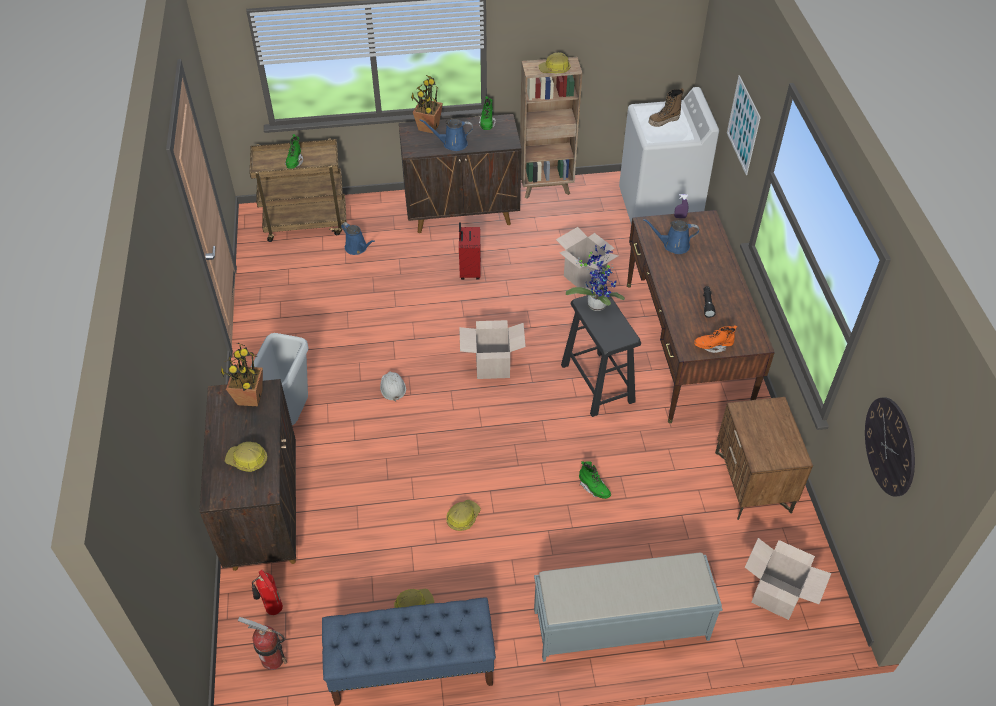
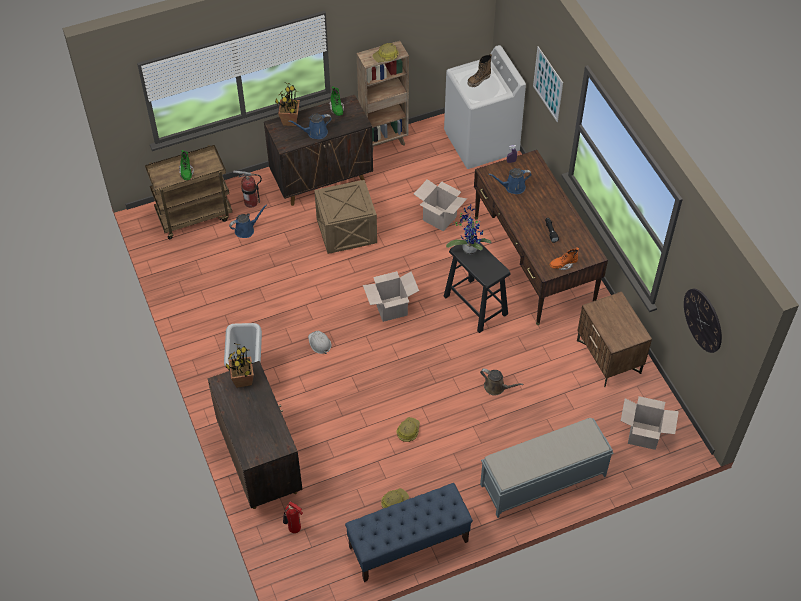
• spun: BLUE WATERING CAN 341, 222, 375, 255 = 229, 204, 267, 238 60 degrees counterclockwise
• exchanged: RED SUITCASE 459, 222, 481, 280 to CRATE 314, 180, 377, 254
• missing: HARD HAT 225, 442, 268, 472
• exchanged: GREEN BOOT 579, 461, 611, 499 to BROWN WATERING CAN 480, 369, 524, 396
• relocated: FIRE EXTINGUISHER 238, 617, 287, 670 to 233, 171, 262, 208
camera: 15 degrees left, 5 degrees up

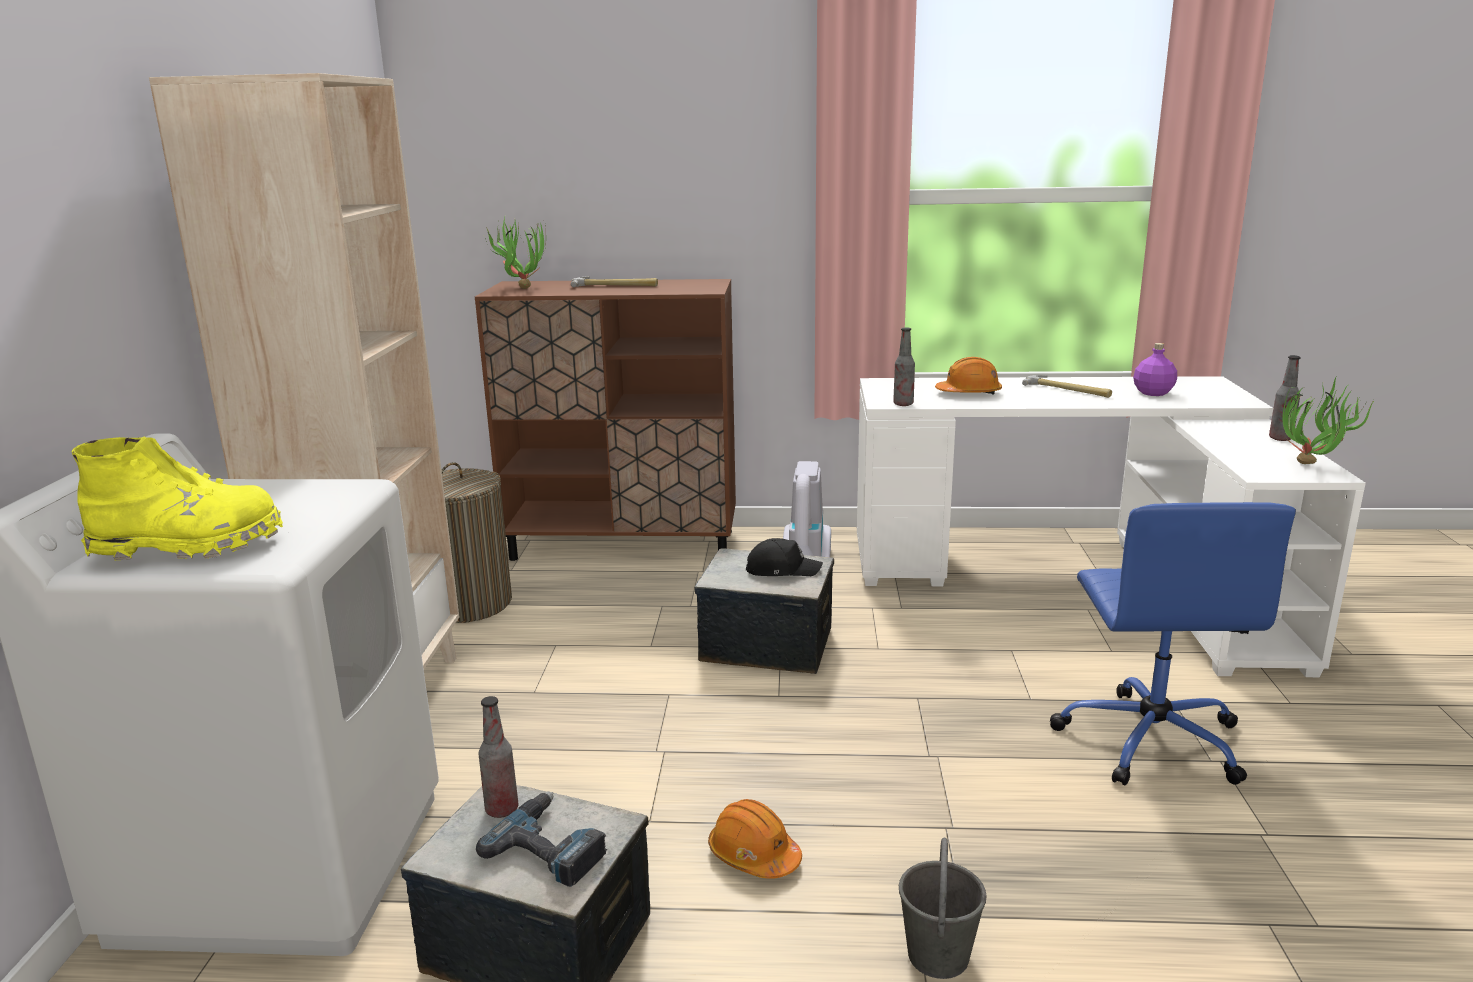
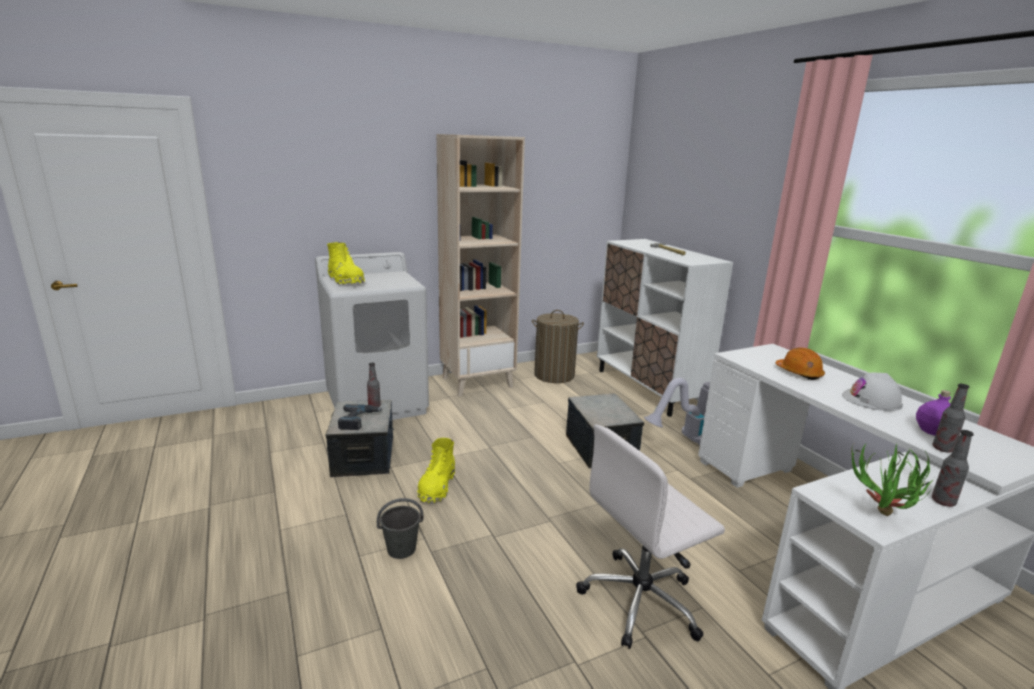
• missing: POTTED PLANT 485, 218, 546, 289
• colour: BROWN CABINET 475, 279, 736, 561 to WHITE CABINET 597, 239, 733, 417
• relocated: BOTTLE 893, 327, 915, 406 to 932, 384, 969, 453
• exchanged: HAMMER 1022, 375, 1112, 398 to WHITE HARD HAT 842, 372, 903, 411
• colour: BLUE OFFICE CHAIR 1050, 502, 1296, 785 to WHITE OFFICE CHAIR 576, 425, 725, 649
• missing: BLACK CAP 746, 538, 823, 576
• exchanged: ORANGE HARD HAT 708, 799, 802, 879 to YELLOW BOOT 417, 438, 455, 504
camera: 60 degrees right, 0 degrees up

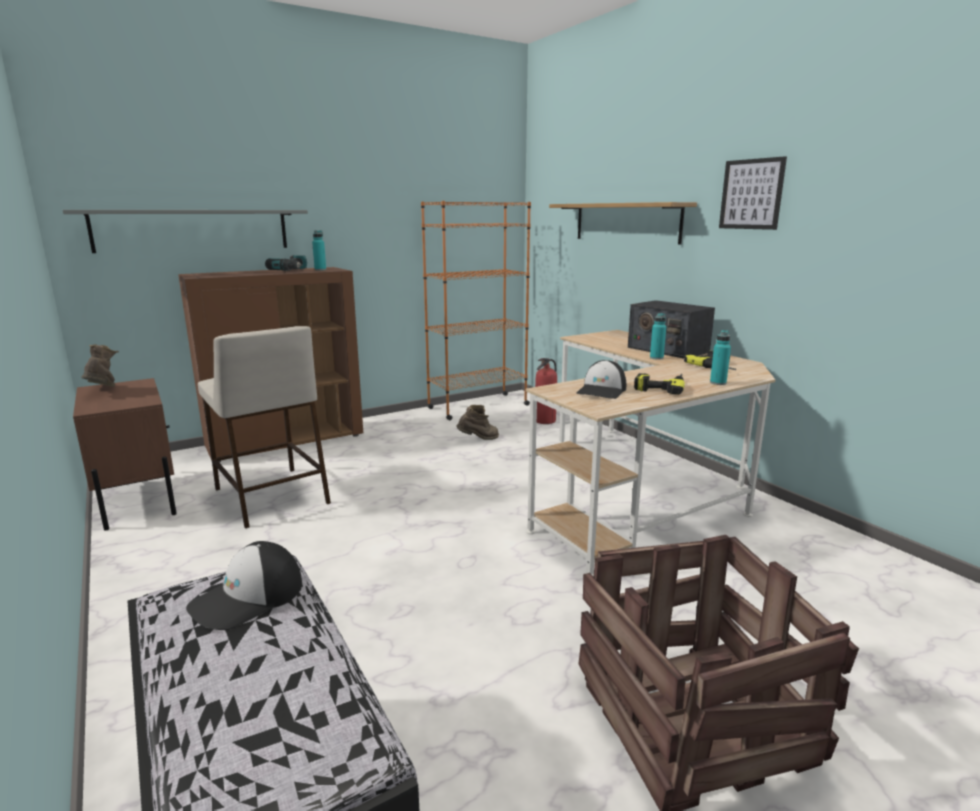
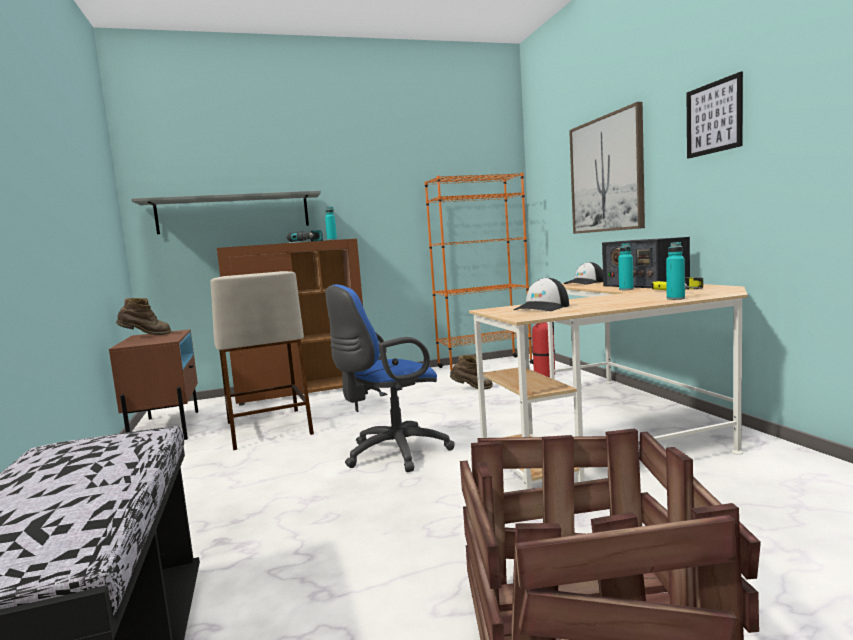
• exchanged: SHELF 549, 202, 697, 245 to PICTURE 569, 102, 645, 234
• spun: BROWN BOOT 81, 344, 119, 387 = 116, 298, 171, 335 60 degrees clockwise
• missing: POWER DRILL 634, 373, 685, 395
• relocated: CAP 186, 541, 302, 630 to 564, 262, 603, 285
• appeared: BLUE OFFICE CHAIR 325, 284, 455, 472
camera: 15 degrees right, 10 degrees down

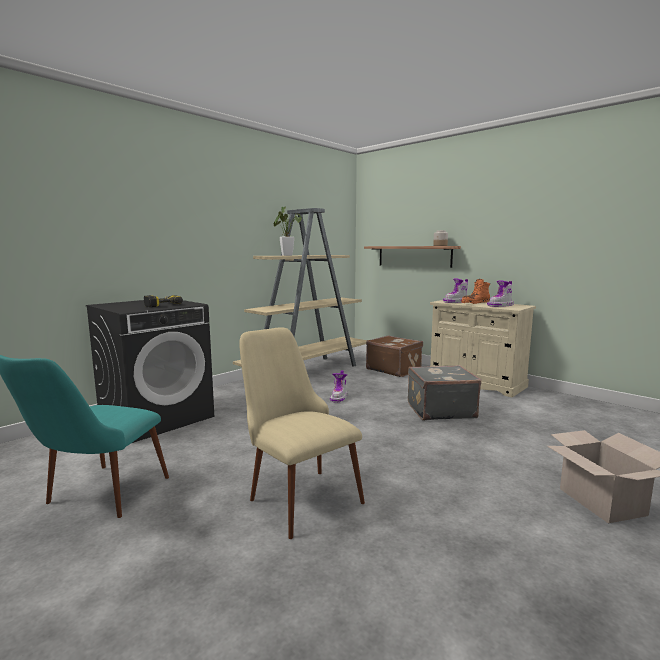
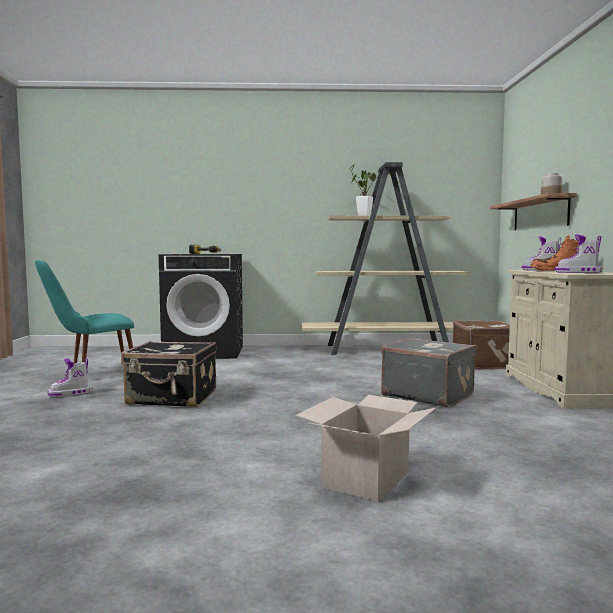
• exchanged: BEIGE CHAIR 239, 327, 365, 539 to BLACK SUITCASE 121, 341, 216, 407
• relocated: BOOT 330, 370, 348, 403 to 47, 358, 92, 398
camera: 45 degrees right, 5 degrees down

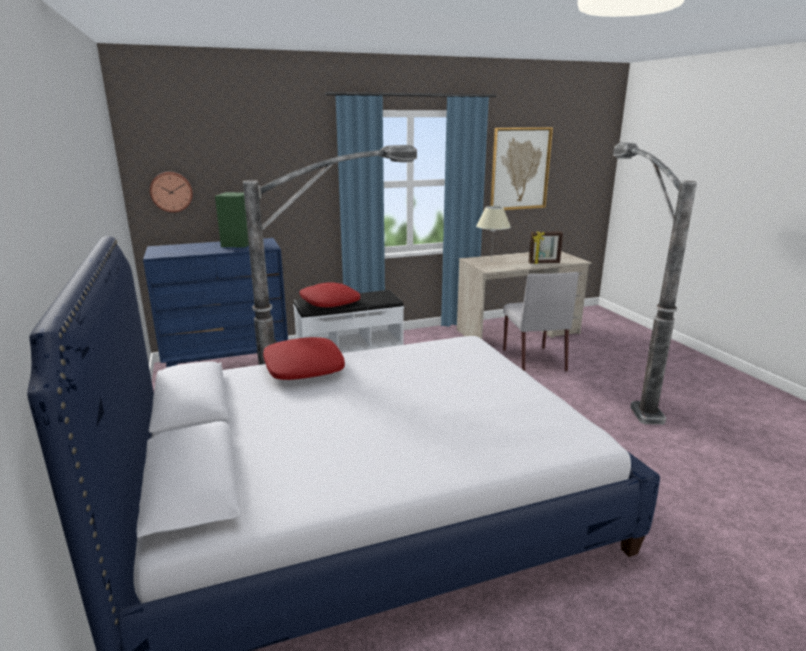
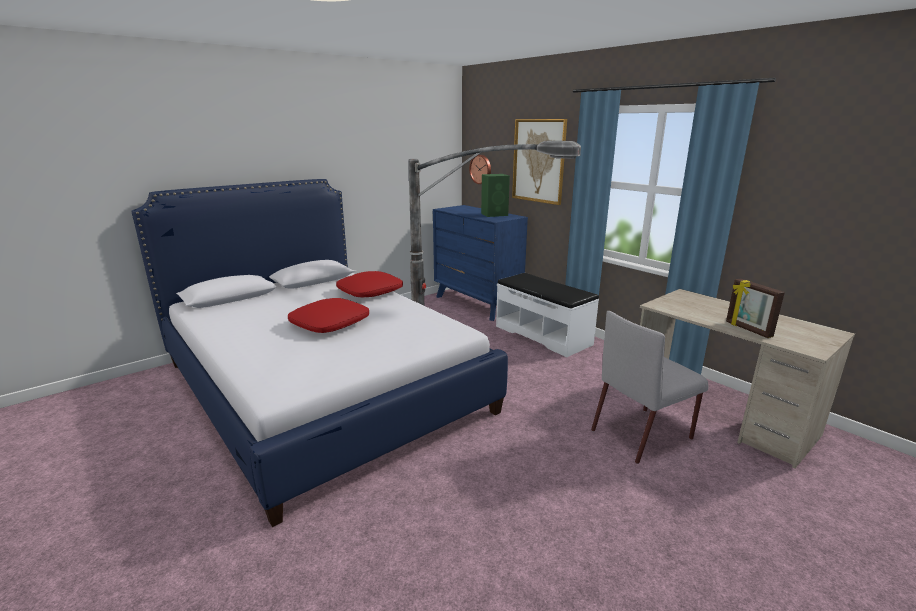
• relocated: PICTURE 490, 127, 553, 210 to 512, 119, 567, 205
• missing: FLOOR LAMP 613, 143, 697, 425
• missing: BEIGE TABLE LAMP 476, 206, 511, 261
• relocated: RED PILLOW 299, 282, 360, 308 to 288, 298, 369, 333
camera: 70 degrees right, 0 degrees up

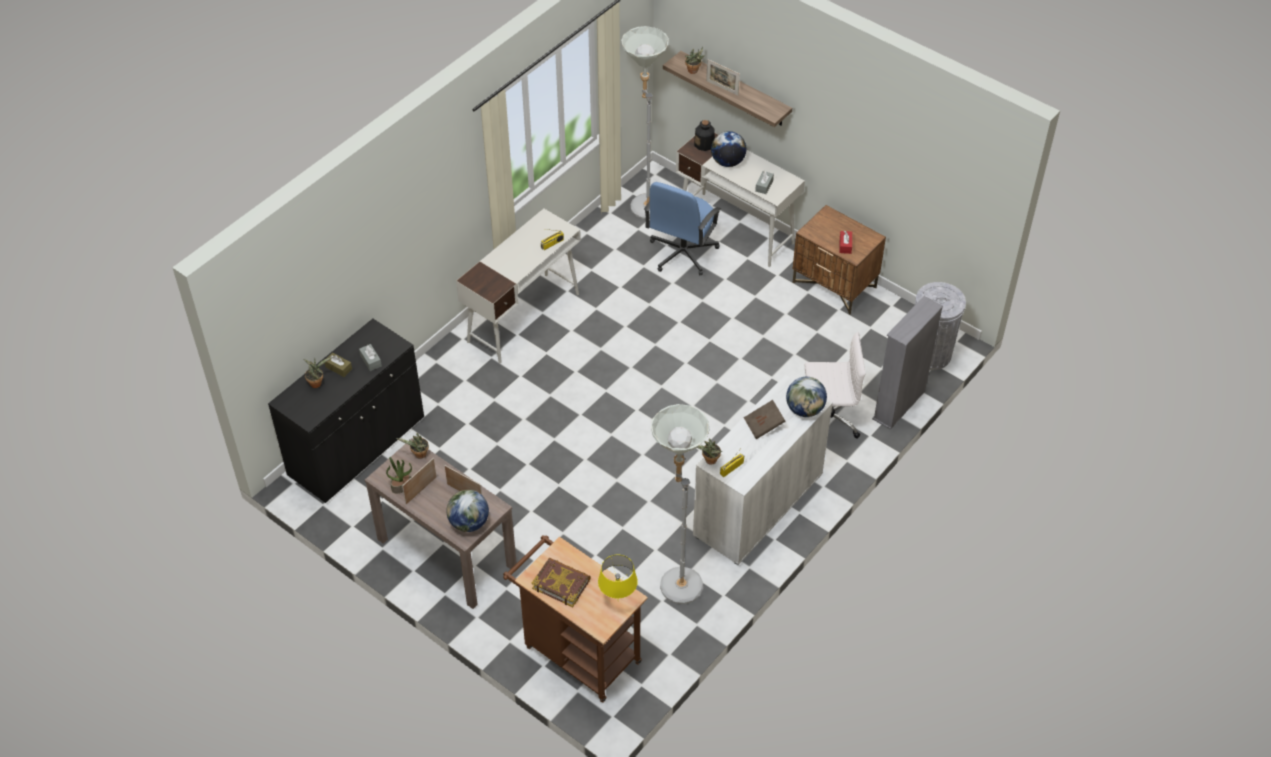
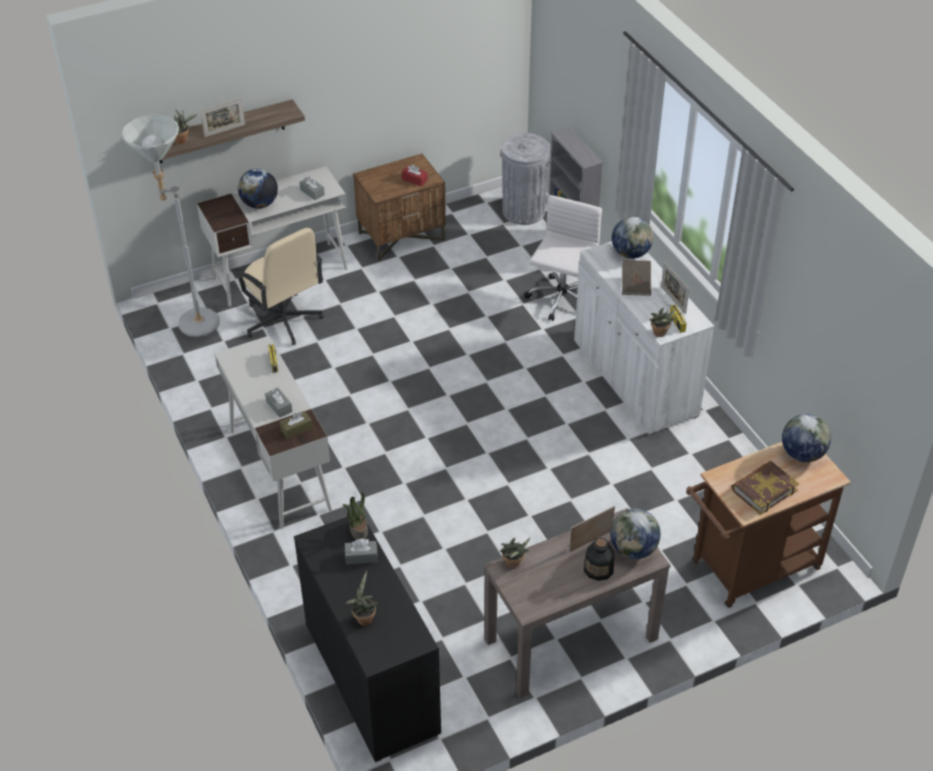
• relocated: BOTTLE 694, 120, 715, 151 to 584, 538, 614, 581
• colour: BLUE OFFICE CHAIR 644, 182, 721, 275 to BEIGE OFFICE CHAIR 235, 228, 324, 345
• relocated: BROWN TISSUE BOX 325, 352, 352, 377 to 280, 411, 313, 439
• missing: GREY FLOOR LAMP 651, 404, 710, 604
• relocated: POTTED PLANT 386, 457, 412, 494 to 343, 492, 368, 540
• relocated: PICTURE FRAME 402, 458, 437, 505 to 661, 262, 690, 314
• exchanged: YELLOW TABLE LAMP 598, 555, 638, 598 to GLOBE 782, 414, 831, 462
• appeared: GREY TISSUE BOX 265, 388, 292, 418
camera: 65 degrees left, 5 degrees down

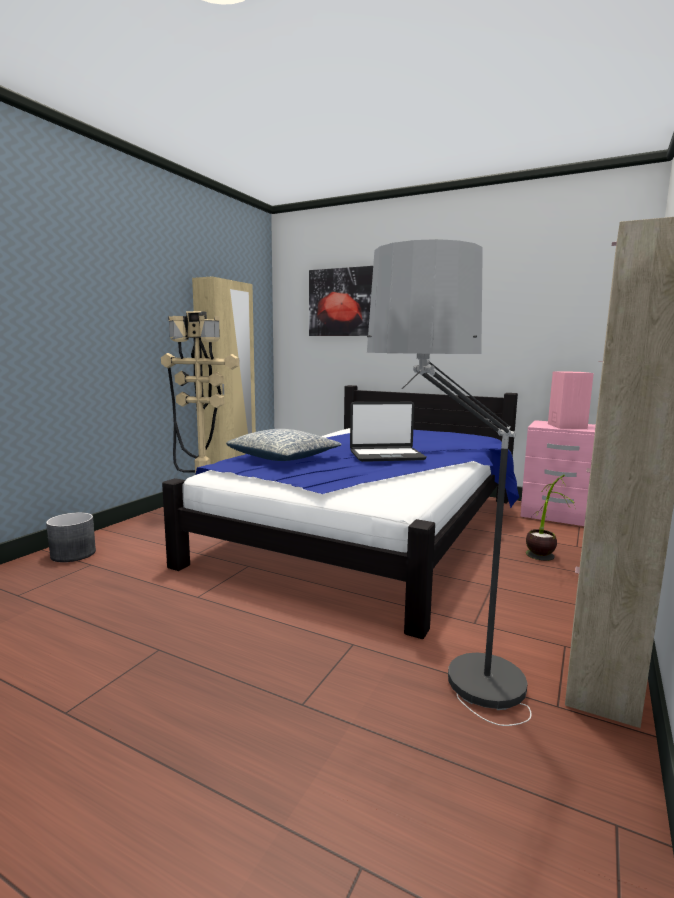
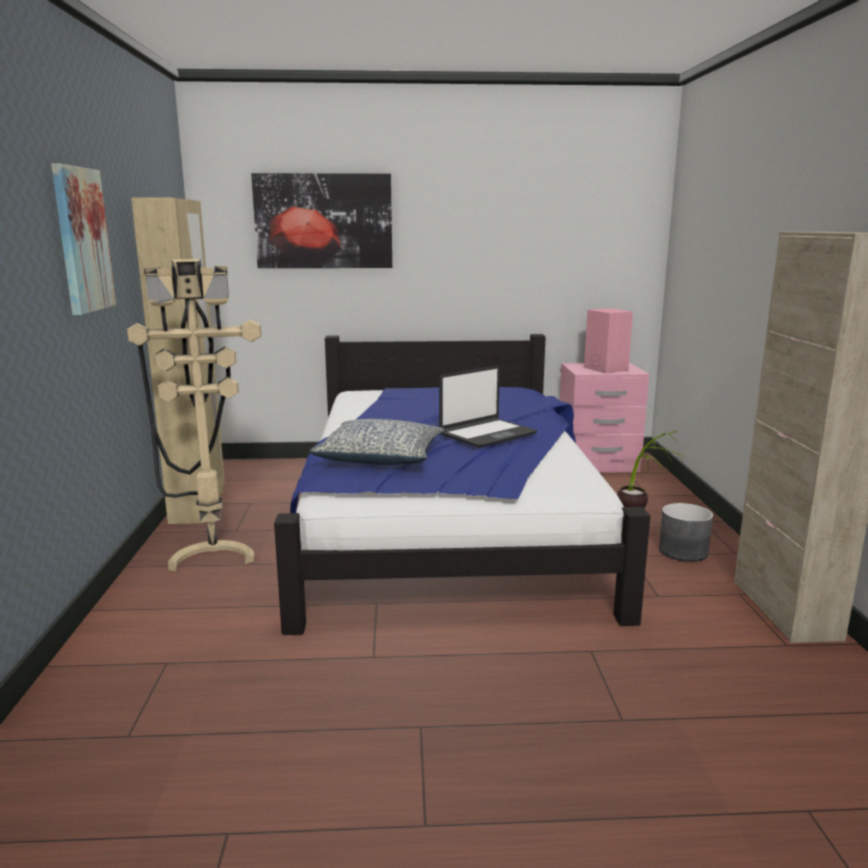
• missing: FLOOR LAMP 367, 239, 531, 726
• relocated: GREY PLANTER 46, 513, 96, 562 to 659, 503, 713, 562
• appeared: PICTURE 51, 163, 116, 315
camera: 30 degrees left, 5 degrees up

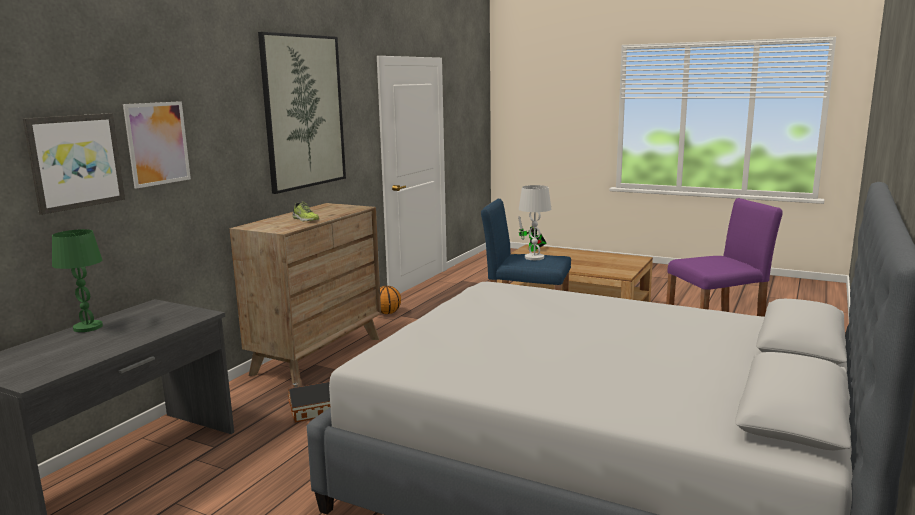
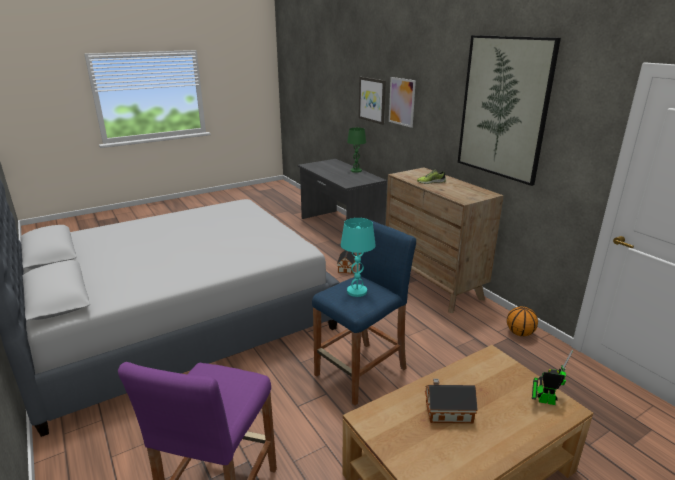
• colour: WHITE TABLE LAMP 519, 185, 551, 260 to TURQUOISE TABLE LAMP 341, 218, 376, 297
• appeared: TOY HOUSE 425, 379, 478, 423
camera: 120 degrees right, 10 degrees up

